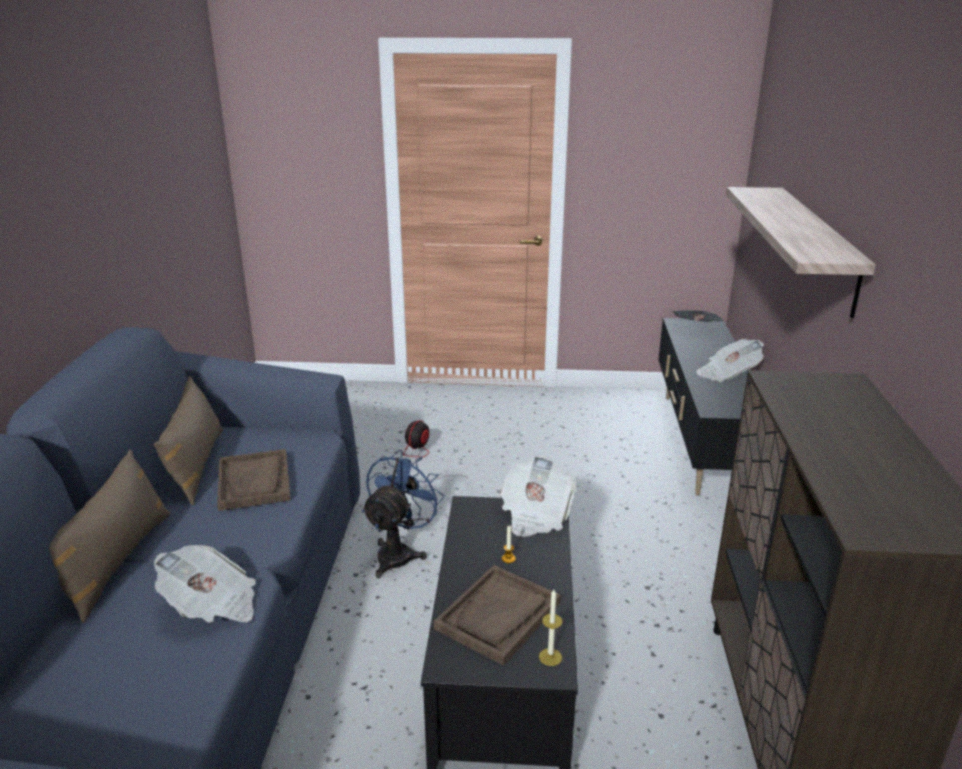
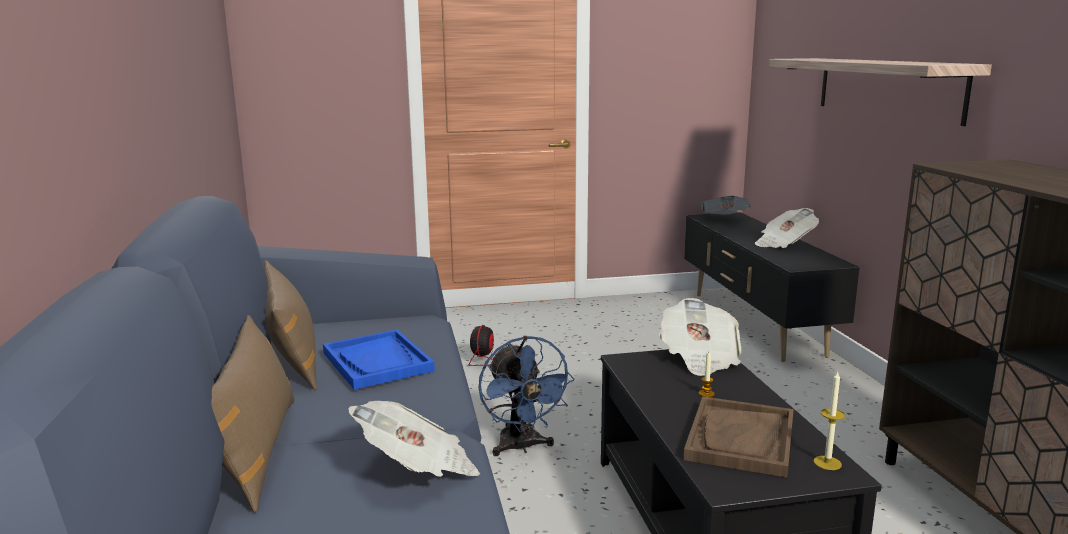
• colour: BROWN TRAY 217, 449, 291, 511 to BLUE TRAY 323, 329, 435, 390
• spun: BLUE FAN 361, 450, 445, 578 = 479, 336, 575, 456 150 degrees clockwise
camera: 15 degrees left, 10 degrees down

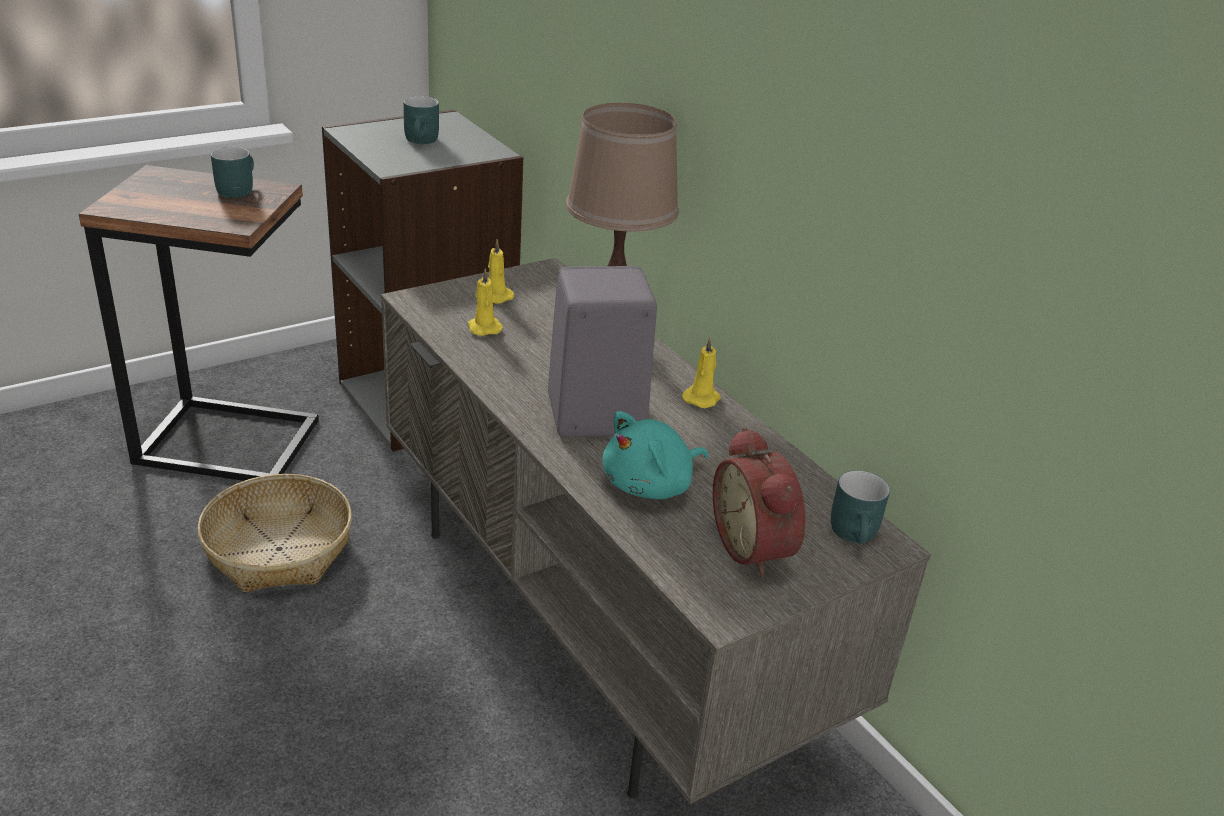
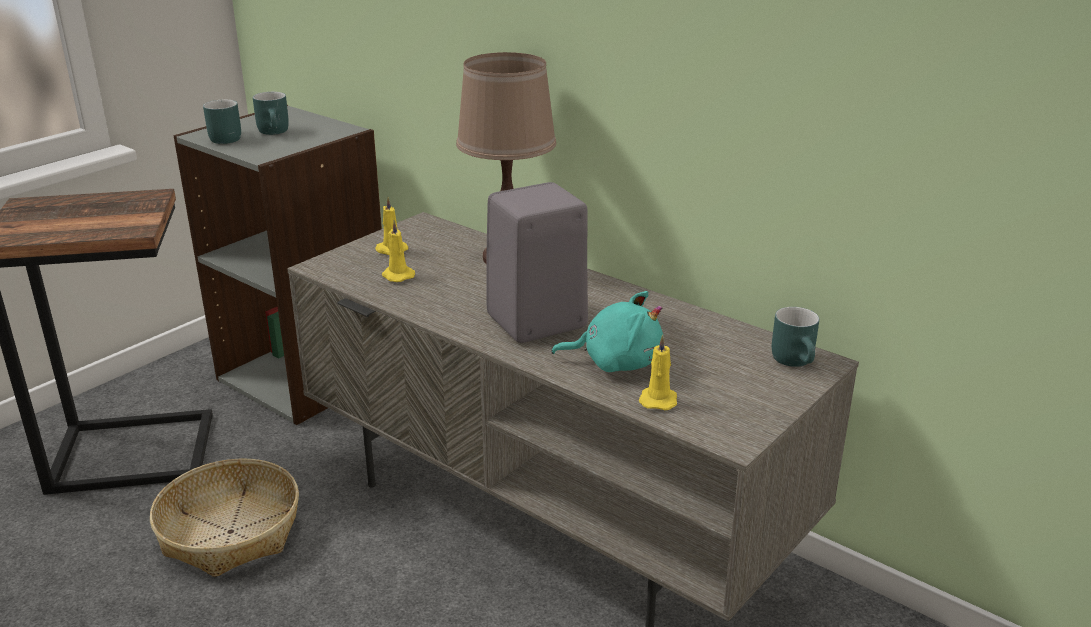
• relocated: TURQUOISE MUG 211, 147, 254, 198 to 203, 100, 241, 144
• relocated: YELLOW CANDLE 682, 337, 721, 408 to 639, 335, 677, 410
• spun: TURQUOISE PLUSH TOY 603, 411, 708, 499 = 551, 291, 663, 372 120 degrees counterclockwise
• missing: ALARM CLOCK 713, 427, 806, 578
camera: 15 degrees left, 5 degrees down

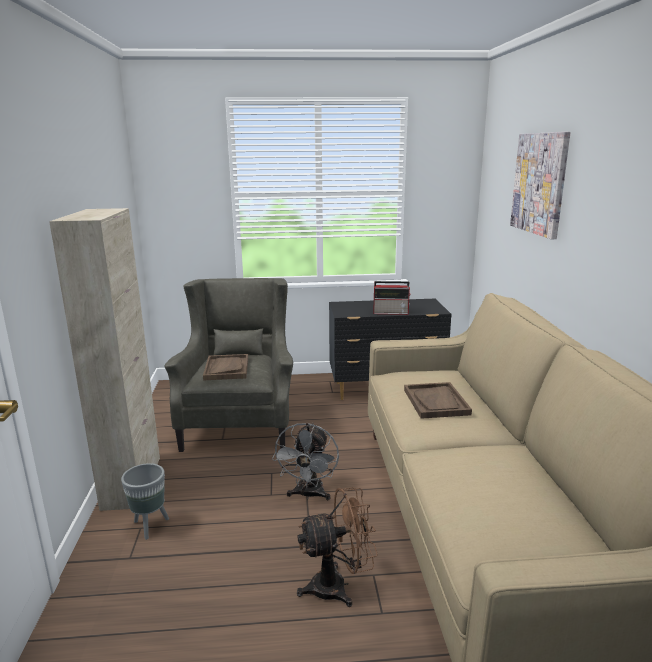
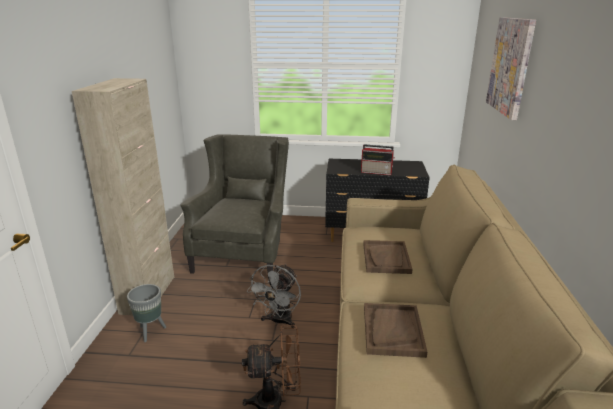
• relocated: BROWN TRAY 203, 354, 248, 380 to 364, 303, 427, 358
camera: 10 degrees right, 5 degrees up

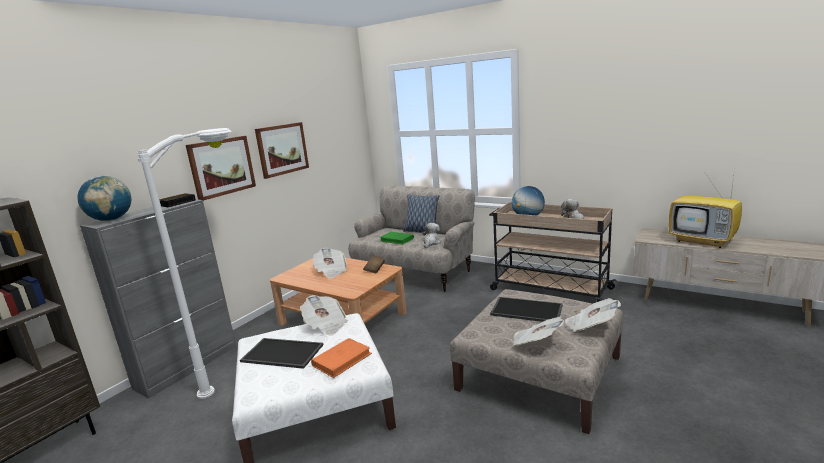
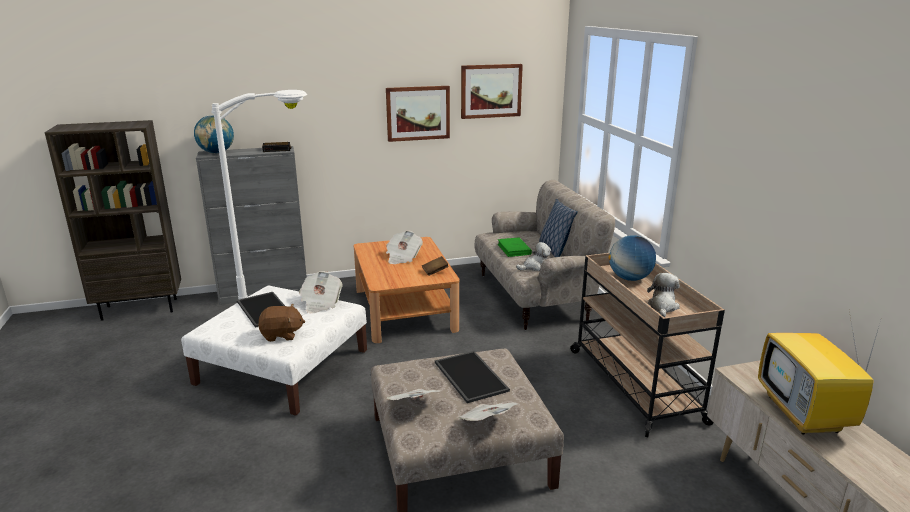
• relocated: PICTURE 186, 136, 256, 201 to 461, 64, 523, 119
• exchanged: ORANGE BOOK 311, 338, 372, 378 to BROWN PLUSH TOY 258, 304, 305, 342
camera: 40 degrees right, 5 degrees up

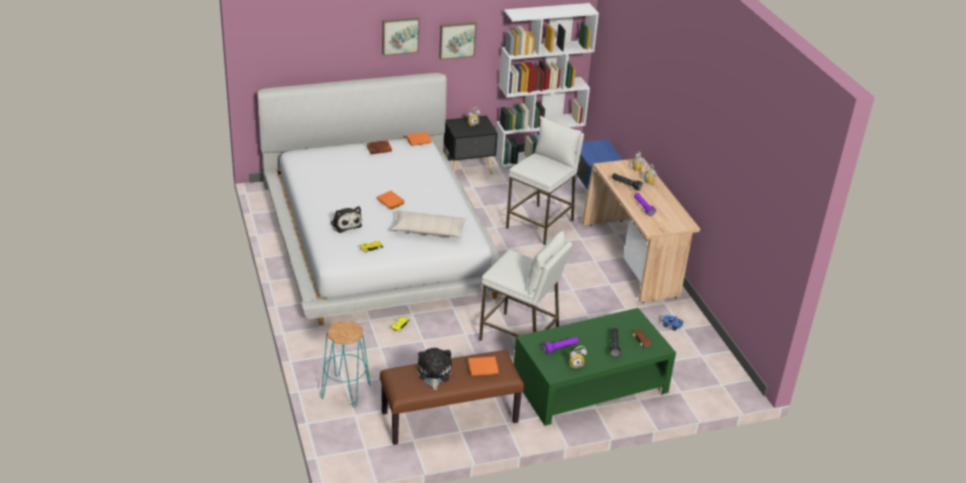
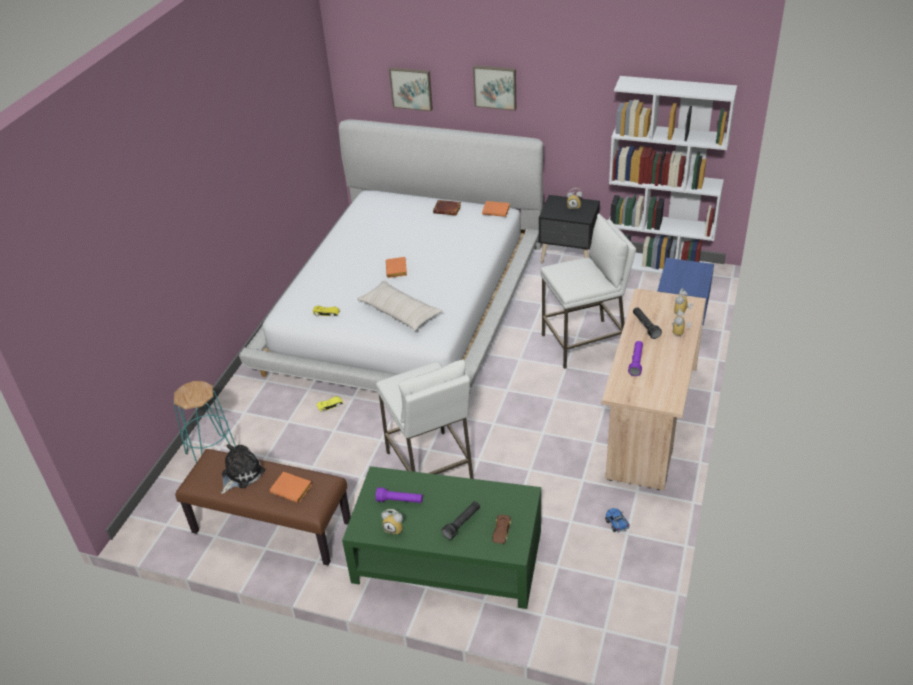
• relocated: PICTURE 439, 22, 477, 60 to 389, 67, 433, 111
• missing: PLUSH TOY 331, 206, 362, 233
camera: 40 degrees right, 5 degrees up

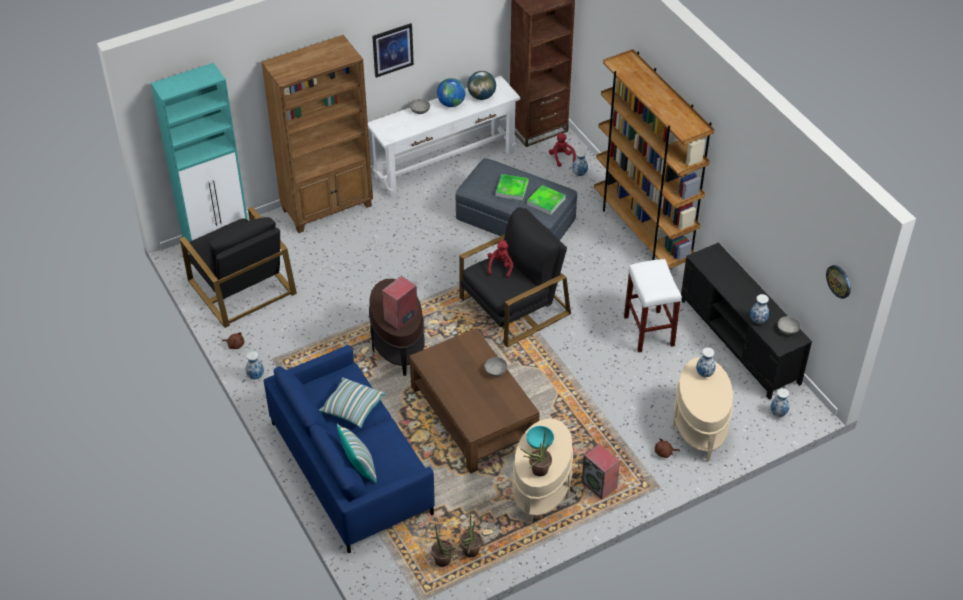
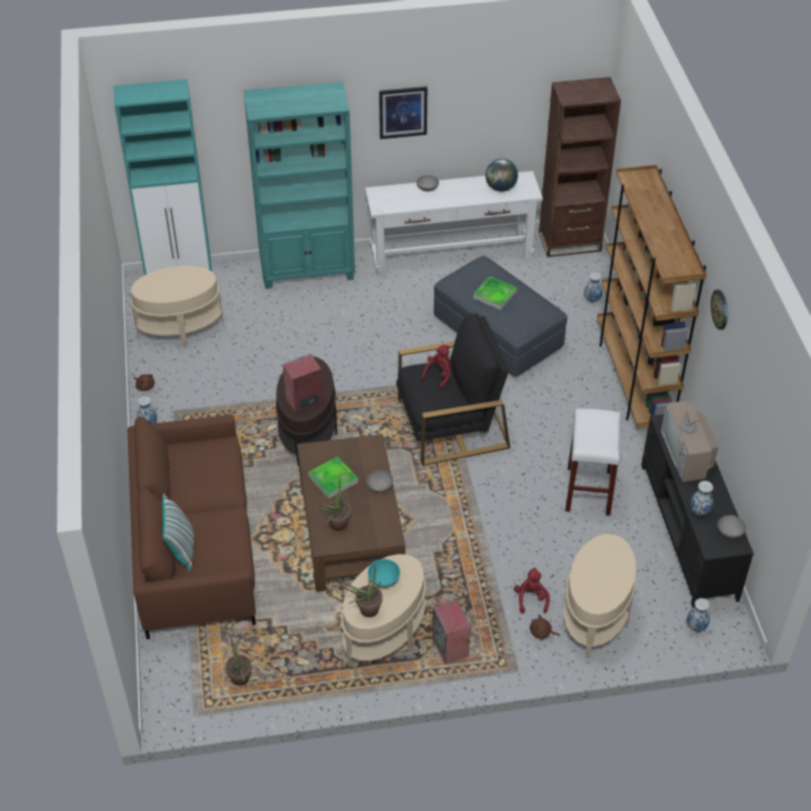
• colour: BROWN BOOKCASE 261, 35, 373, 233 to TURQUOISE BOOKCASE 243, 81, 355, 289
• missing: GLOBE 437, 78, 466, 107
• relocated: RED PLUSH TOY 549, 133, 576, 167 to 514, 568, 550, 614
• relocated: TRAY 527, 185, 566, 215 to 308, 456, 358, 499
• exchanged: BLACK ARMCHAIR 180, 206, 297, 328 to BEIGE SIDE TABLE 131, 266, 223, 347
• relocated: WALL CLOCK 826, 265, 851, 299 to 711, 290, 728, 330
• colour: BLUE SOFA 264, 345, 435, 553 to BROWN SOFA 128, 414, 256, 639
• missing: VASE 696, 348, 715, 377
• missing: PILLOW 319, 377, 386, 428
• relocated: POTTED PLANT 460, 511, 482, 557 to 315, 476, 351, 531
• appeared: TELEVISION 661, 386, 718, 482
camera: 20 degrees right, 0 degrees up

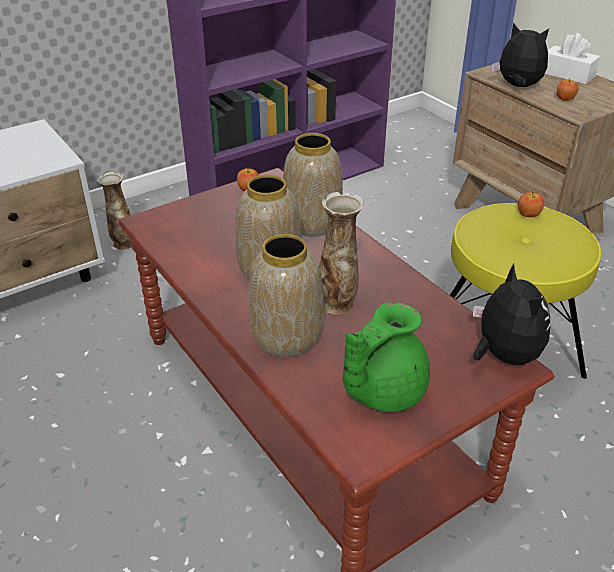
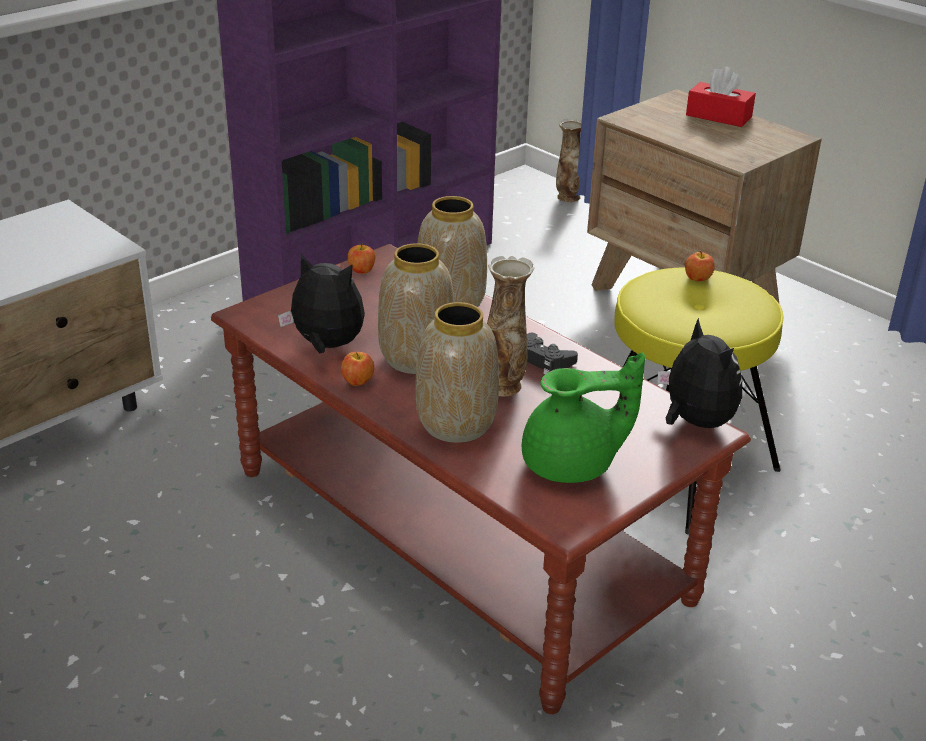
• relocated: PLUSH TOY 492, 22, 549, 87 to 278, 253, 365, 354
• colour: WHITE TISSUE BOX 545, 33, 600, 84 to RED TISSUE BOX 686, 67, 756, 127
• relocated: APPLE 557, 80, 578, 101 to 341, 352, 374, 386
• relocated: VASE 97, 172, 131, 250 to 556, 119, 582, 202
• spun: GREEN TEAPOT 343, 302, 430, 412 = 522, 352, 645, 483 135 degrees counterclockwise
• appeared: BLACK GAME CONTROLLER 527, 333, 578, 375
camera: 10 degrees left, 5 degrees down

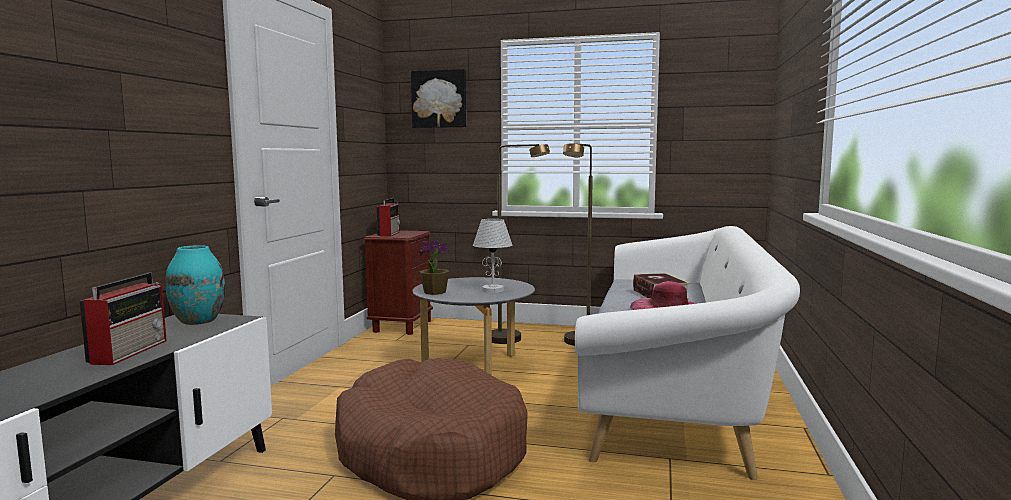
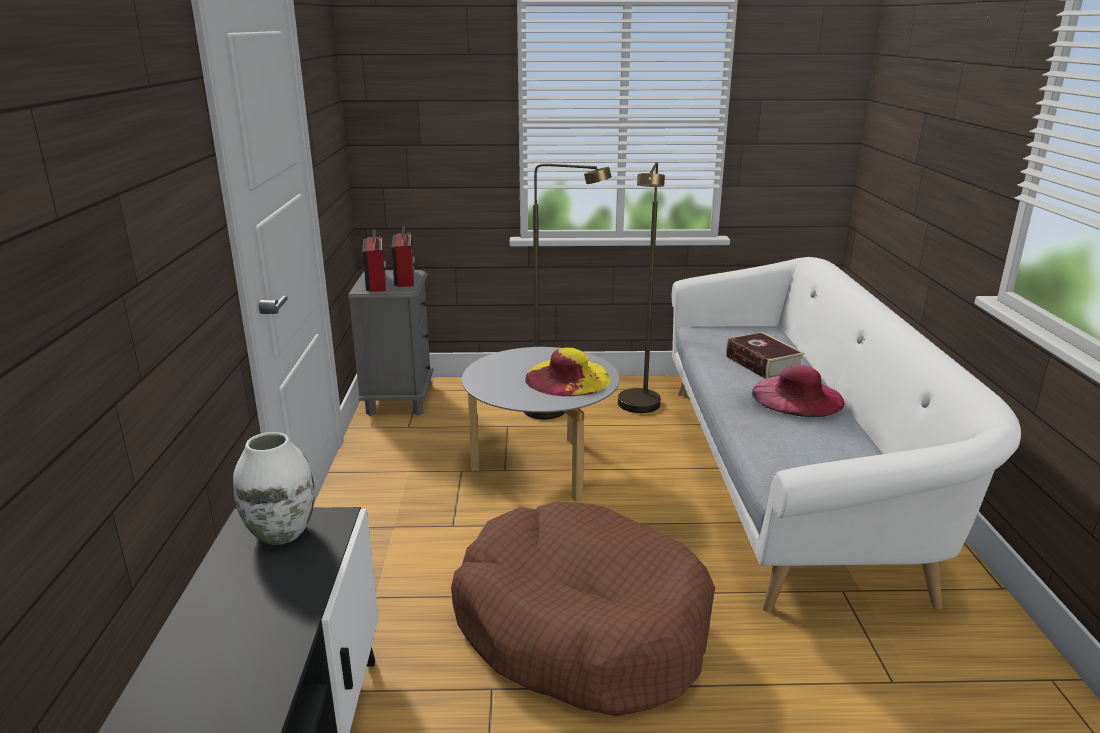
• missing: PICTURE 411, 69, 466, 128
• exchanged: WHITE TABLE LAMP 473, 219, 512, 293 to YELLOW HAT 525, 348, 610, 396
• colour: BROWN NIGHTSTAND 364, 230, 433, 335 to GREY NIGHTSTAND 348, 270, 434, 416
• missing: POTTED PLANT 419, 241, 450, 295
• colour: TURQUOISE VASE 166, 245, 225, 325 to WHITE VASE 233, 432, 315, 545
• relocated: RADIO 80, 273, 167, 365 to 391, 226, 415, 287
camera: 15 degrees left, 15 degrees up

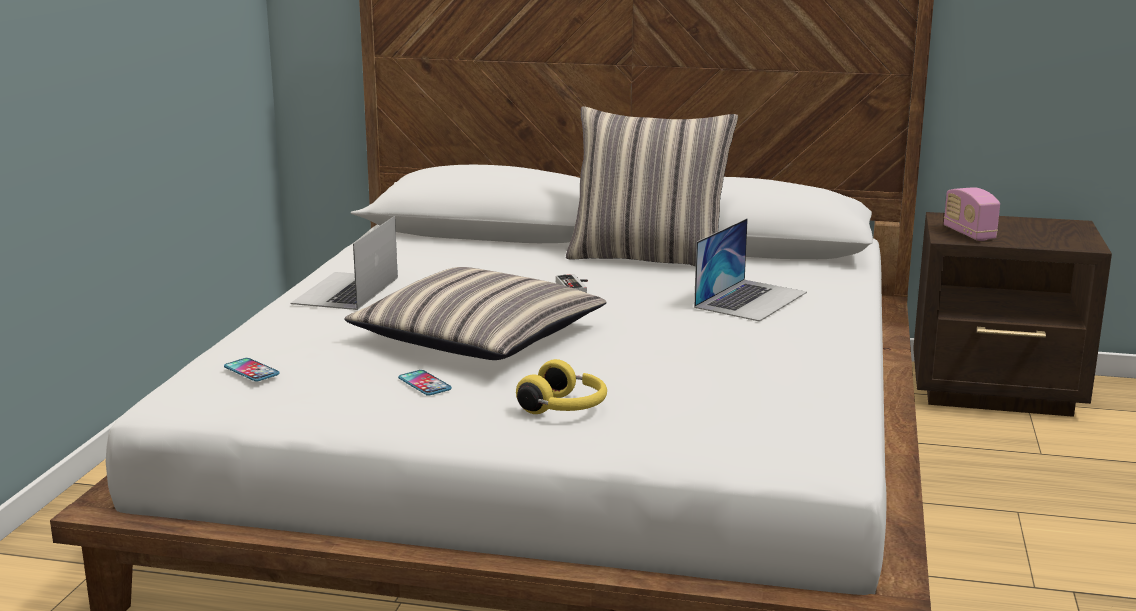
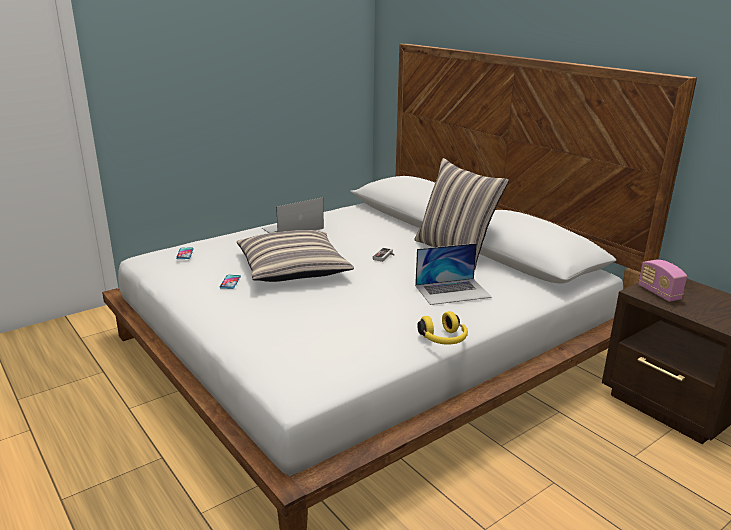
• spun: RADIO 944, 187, 1000, 241 = 638, 260, 687, 302 45 degrees counterclockwise
• relocated: YELLOW HEADPHONES 516, 359, 607, 414 to 417, 311, 468, 344
camera: 40 degrees right, 5 degrees up

